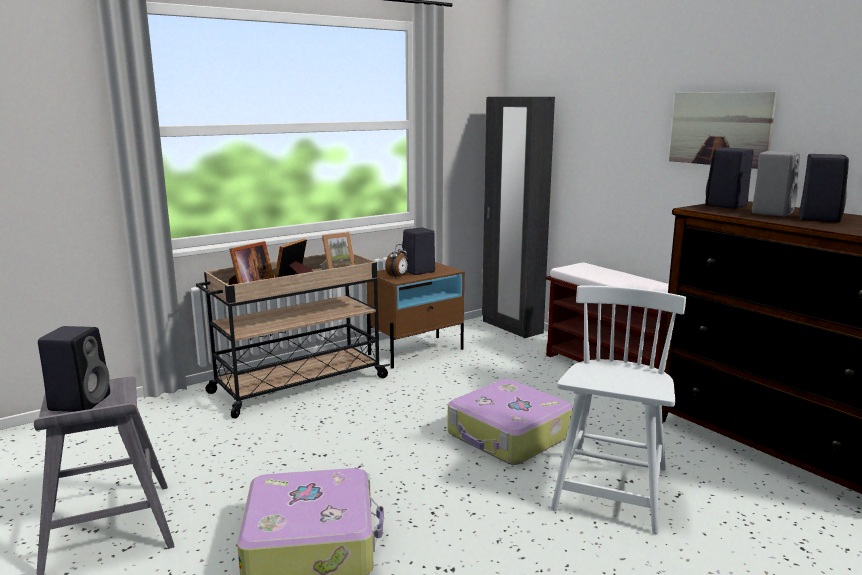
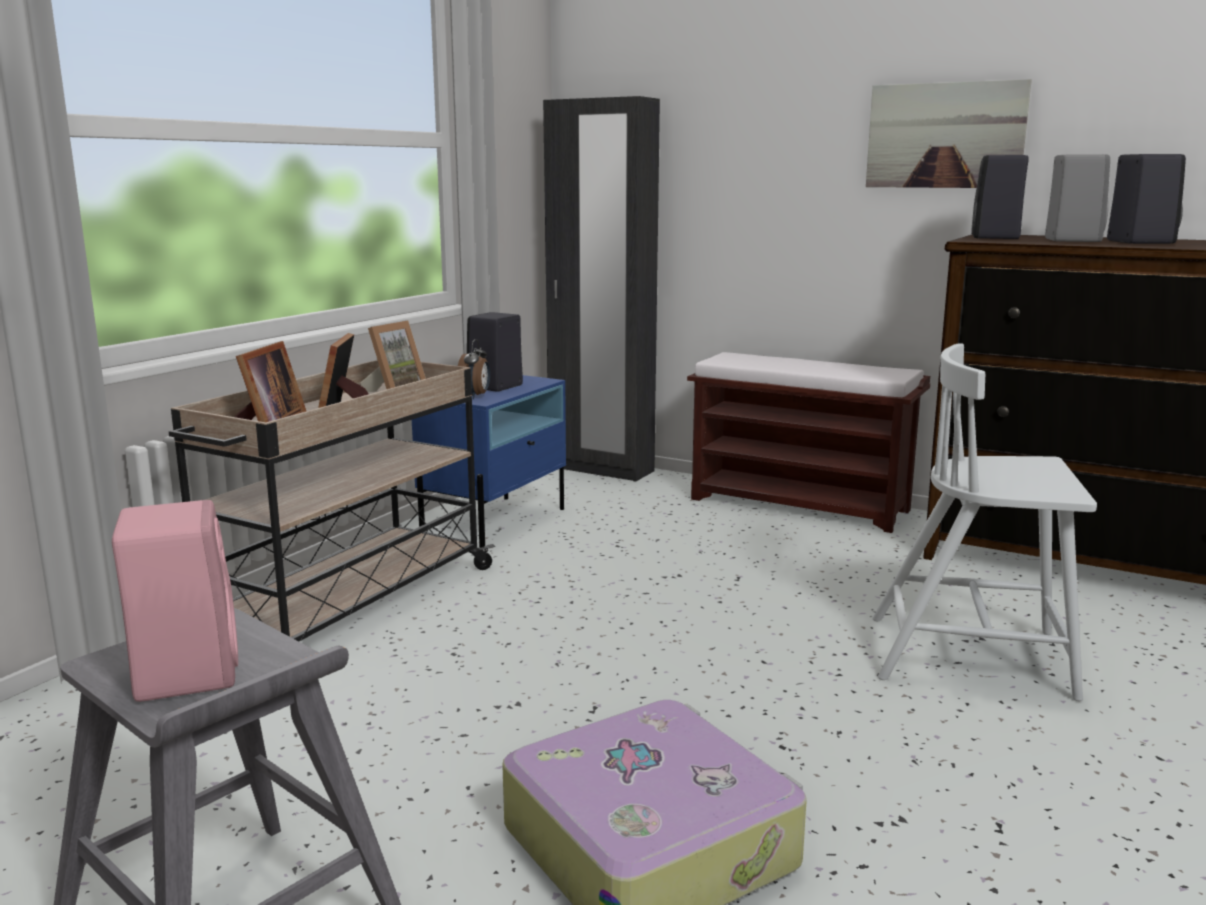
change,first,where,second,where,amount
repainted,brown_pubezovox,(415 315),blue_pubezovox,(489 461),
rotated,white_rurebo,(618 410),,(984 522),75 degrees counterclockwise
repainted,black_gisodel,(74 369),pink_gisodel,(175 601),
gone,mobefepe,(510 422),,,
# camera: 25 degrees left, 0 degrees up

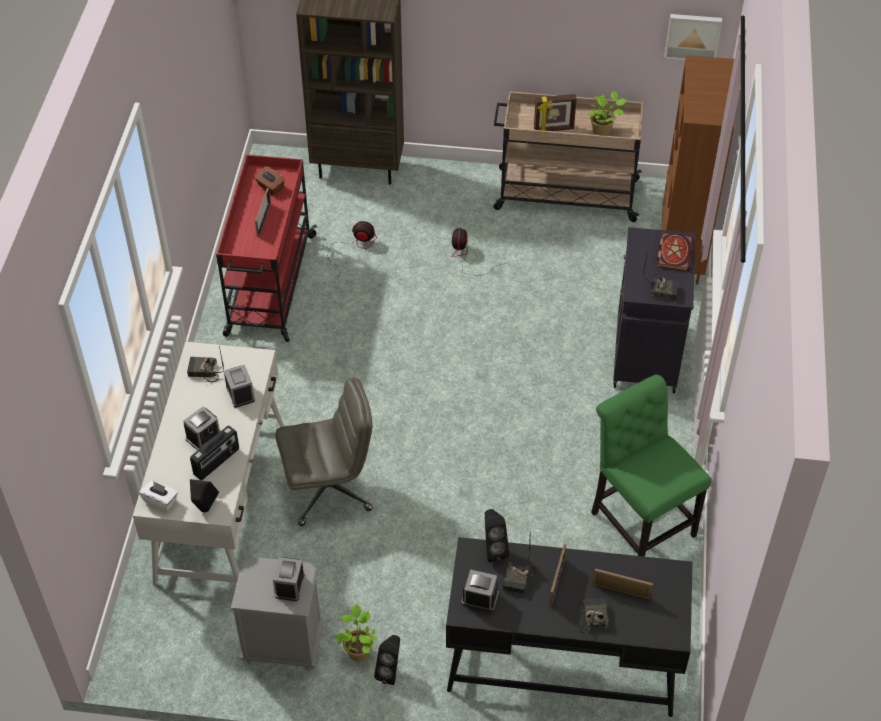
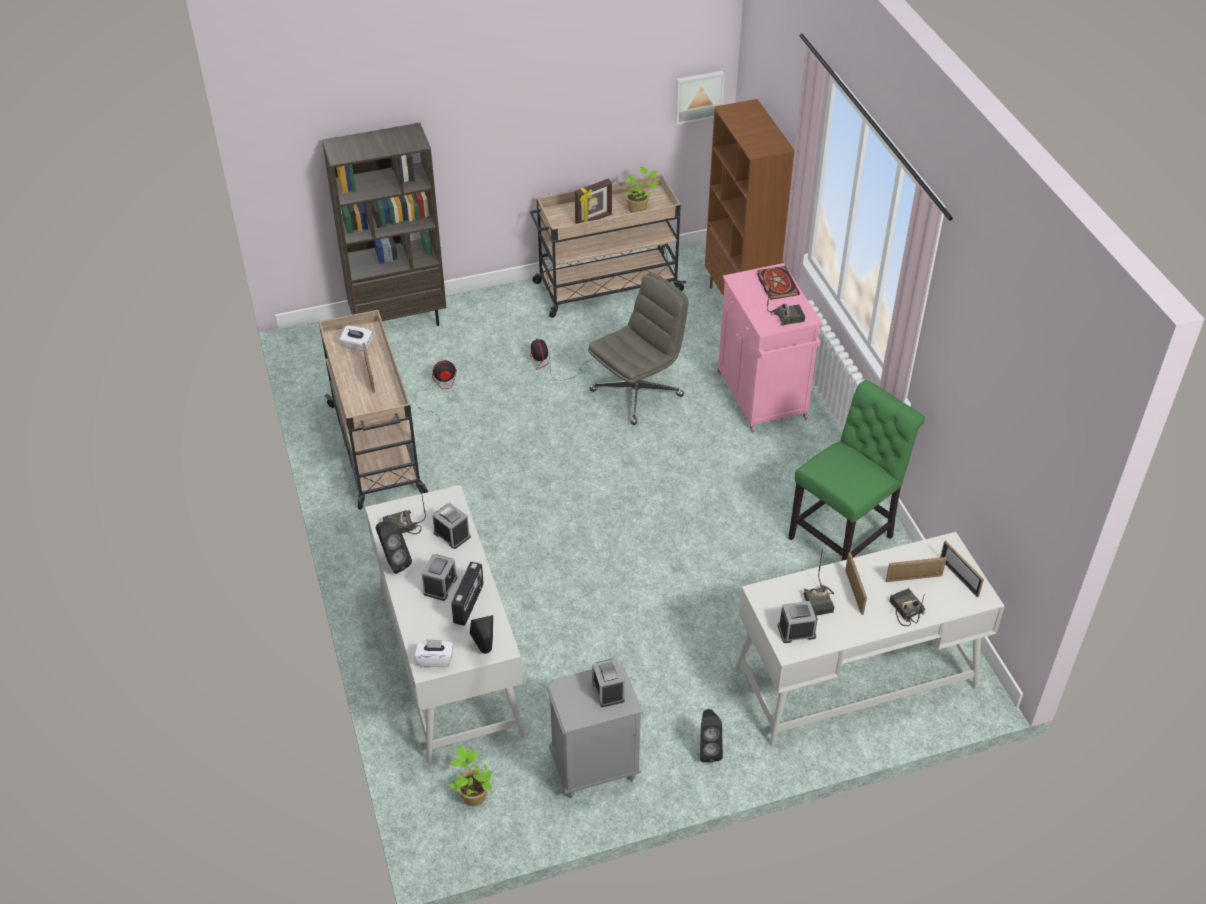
change,first,where,second,where,amount
repainted,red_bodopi,(266 248),beige_bodopi,(373 410),
repainted,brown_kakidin,(269 180),white_kakidin,(356 338),
repainted,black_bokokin,(654 310),pink_bokokin,(770 348),
rotated,green_rurebo,(651 466),,(856 470),105 degrees clockwise
shifted,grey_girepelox,(324 452),,(638 349),
shifted,black_gisodel,(497 535),,(394 548),
repainted,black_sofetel,(569 627),white_sofetel,(870 639),
shifted,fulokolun,(355 633),,(471 775),
new,,,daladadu,(962 569),
# camera: 25 degrees left, 5 degrees down

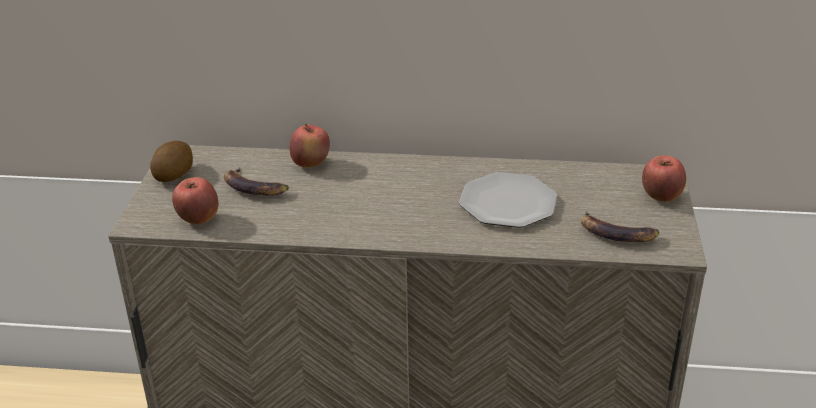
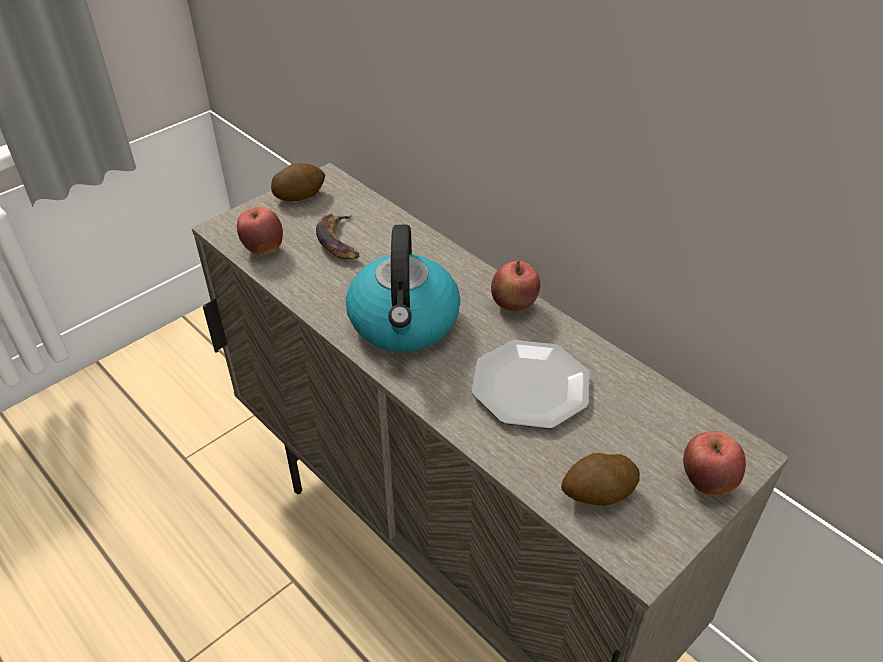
change,first,where,second,where,amount
shifted,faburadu,(309 146),,(515 286),
swapped,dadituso,(620 226),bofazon,(600 479),
new,,,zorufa,(403 288),
# camera: 40 degrees right, 10 degrees up

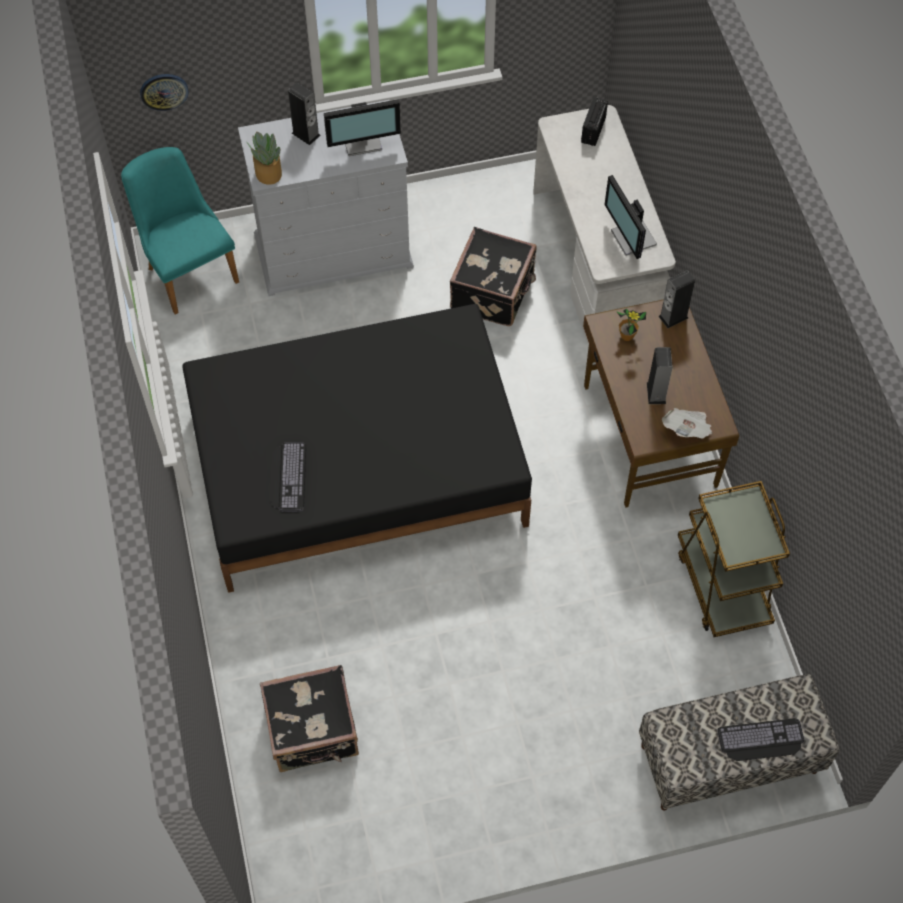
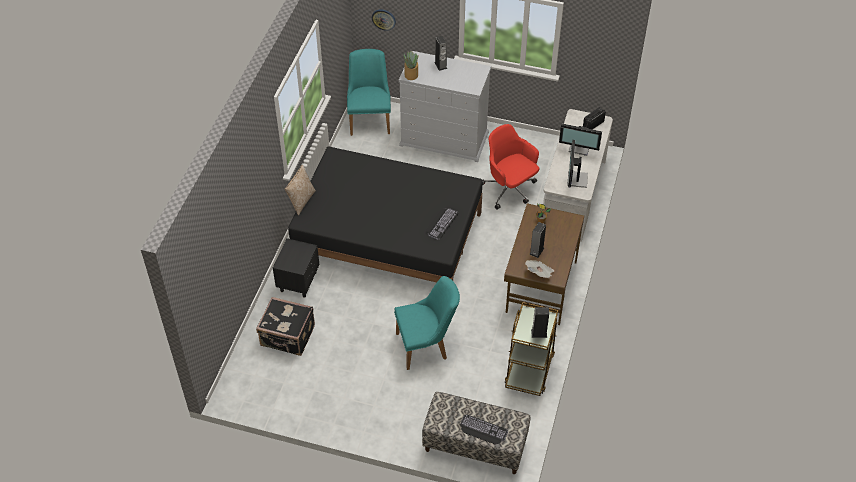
change,first,where,second,where,amount
shifted,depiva,(362 127),,(580 140),
swapped,black_mobefepe,(493 276),red_girepelox,(511 167),
shifted,gisodel,(676 299),,(540 322),
shifted,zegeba,(288 477),,(442 224),
new,,,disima,(300 190),
new,,,black_pubezovox,(296 268),
new,,,turquoise_rurebo,(427 323),
# camera: 30 degrees right, 10 degrees down

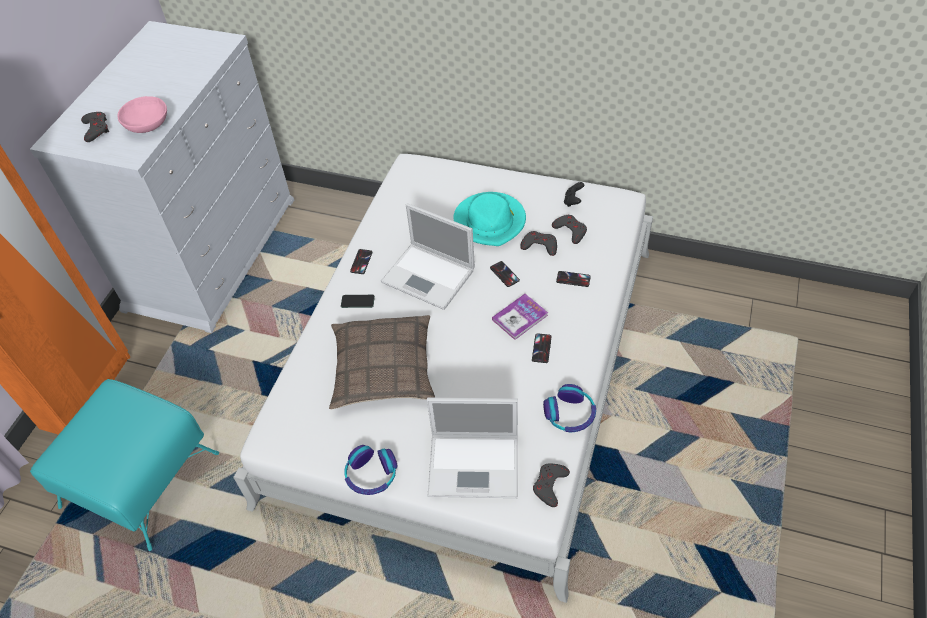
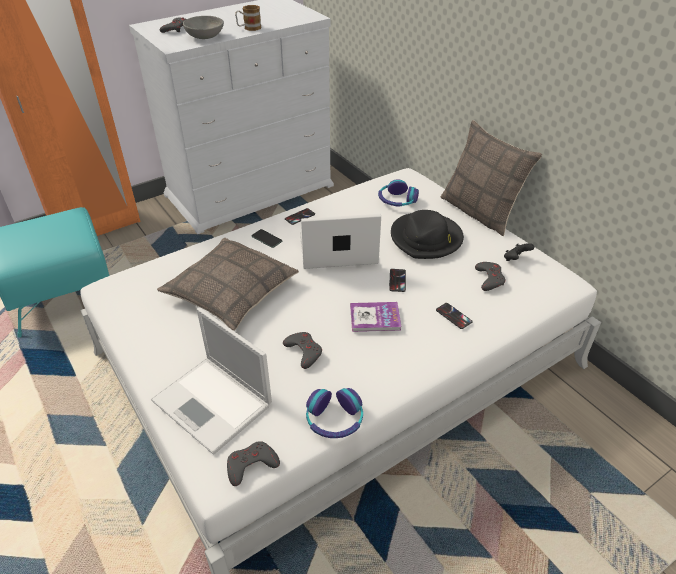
change,first,where,second,where,amount
repainted,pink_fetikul,(142 114),grey_fetikul,(203 27),
repainted,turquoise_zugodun,(490 219),black_zugodun,(427 234),
rotated,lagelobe,(428 256),,(340 241),105 degrees clockwise
shifted,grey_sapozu,(538 243),,(302 350),
gone,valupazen,(542 348),,,
shifted,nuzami,(371 470),,(398 193),
new,,,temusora,(248 18),
new,,,disima,(491 178),
# camera: 35 degrees right, 10 degrees down

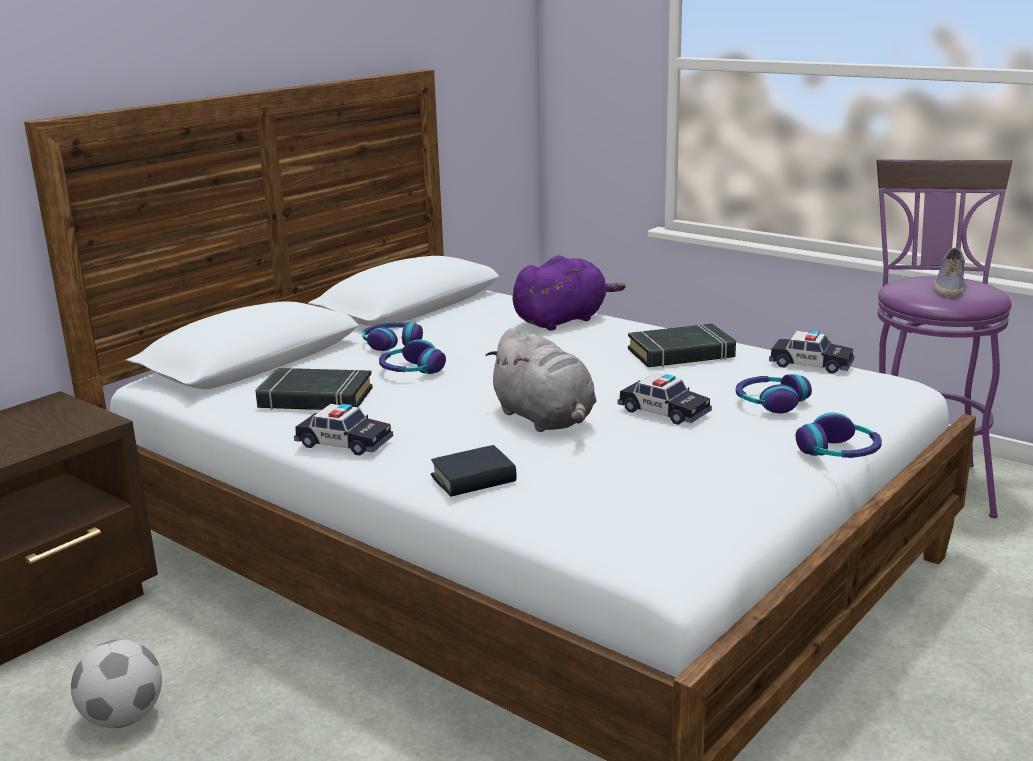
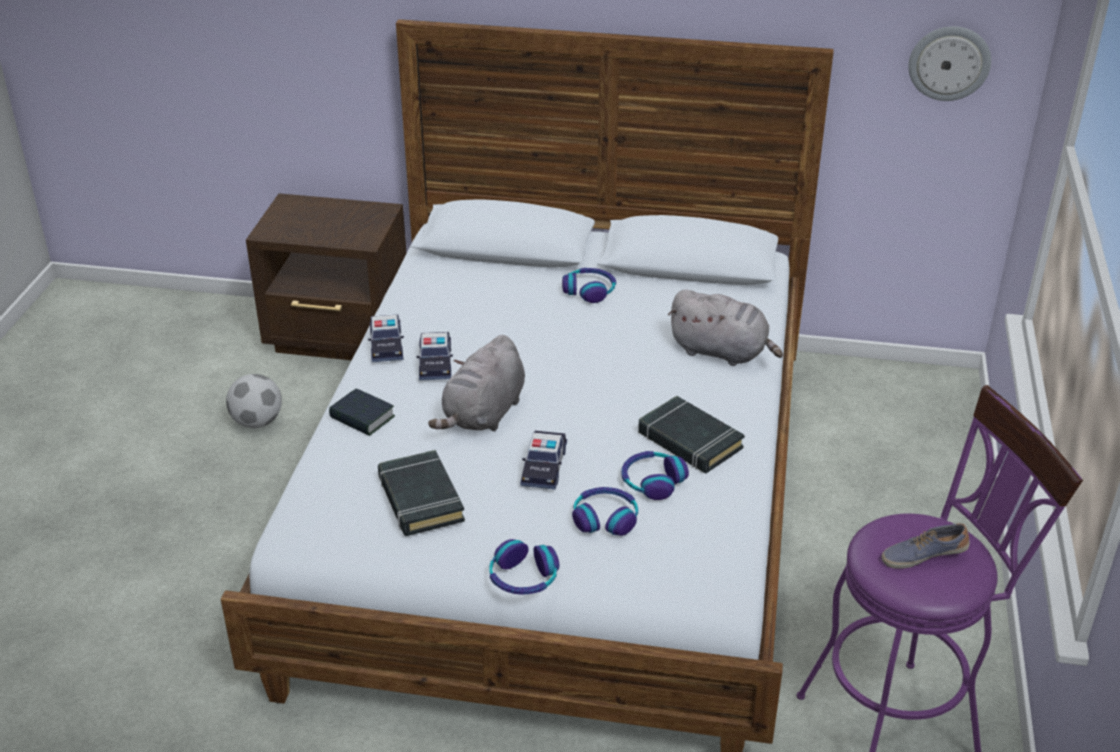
change,first,where,second,where,amount
repainted,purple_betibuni,(569 293),grey_betibuni,(725 327),
shifted,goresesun,(811 352),,(435 356),
shifted,nuzami,(412 356),,(655 475),
shifted,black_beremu,(314 389),,(421 493),
new,,,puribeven,(949 63),
# camera: 60 degrees right, 15 degrees up

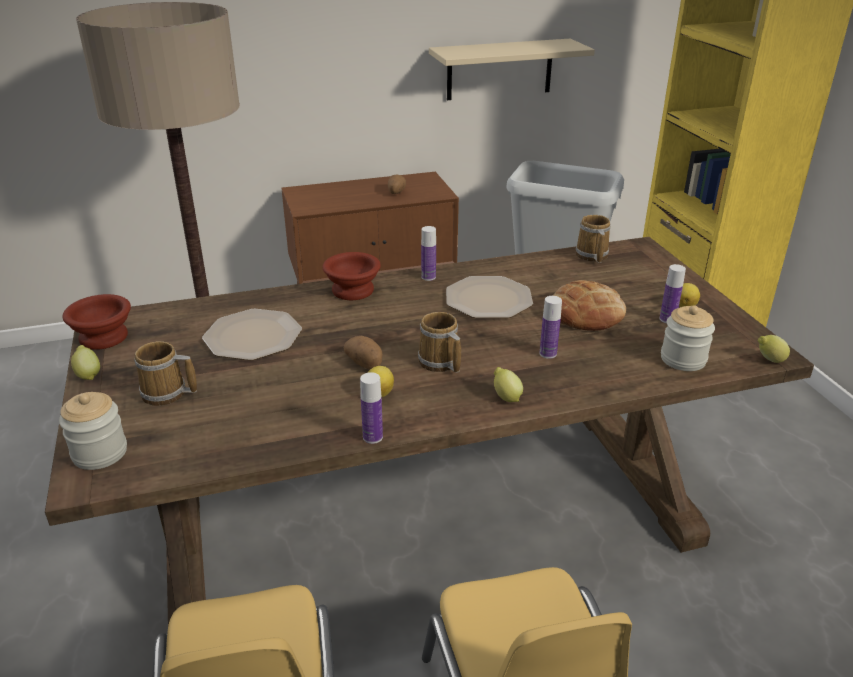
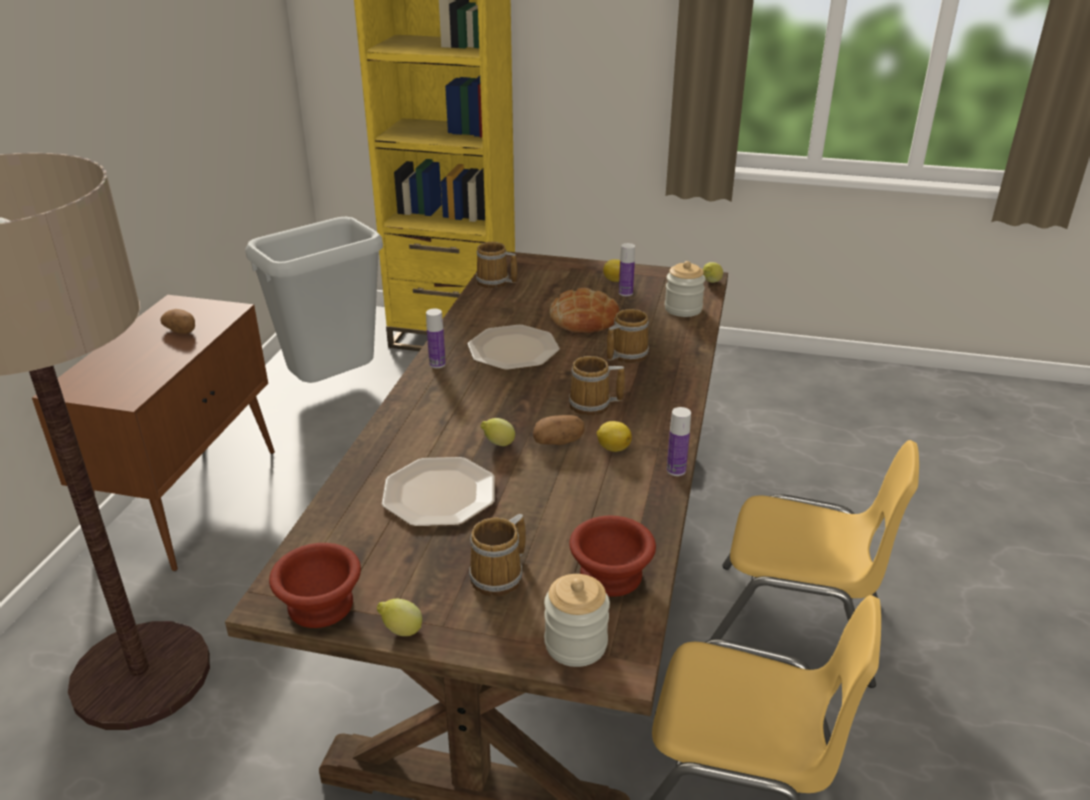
change,first,where,second,where,amount
gone,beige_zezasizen,(512 69),,,
shifted,brown_fetikul,(352 276),,(612 556),
swapped,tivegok,(551 327),temusora,(628 336),
shifted,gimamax,(508 384),,(498 432),
# camera: 60 degrees left, 0 degrees up

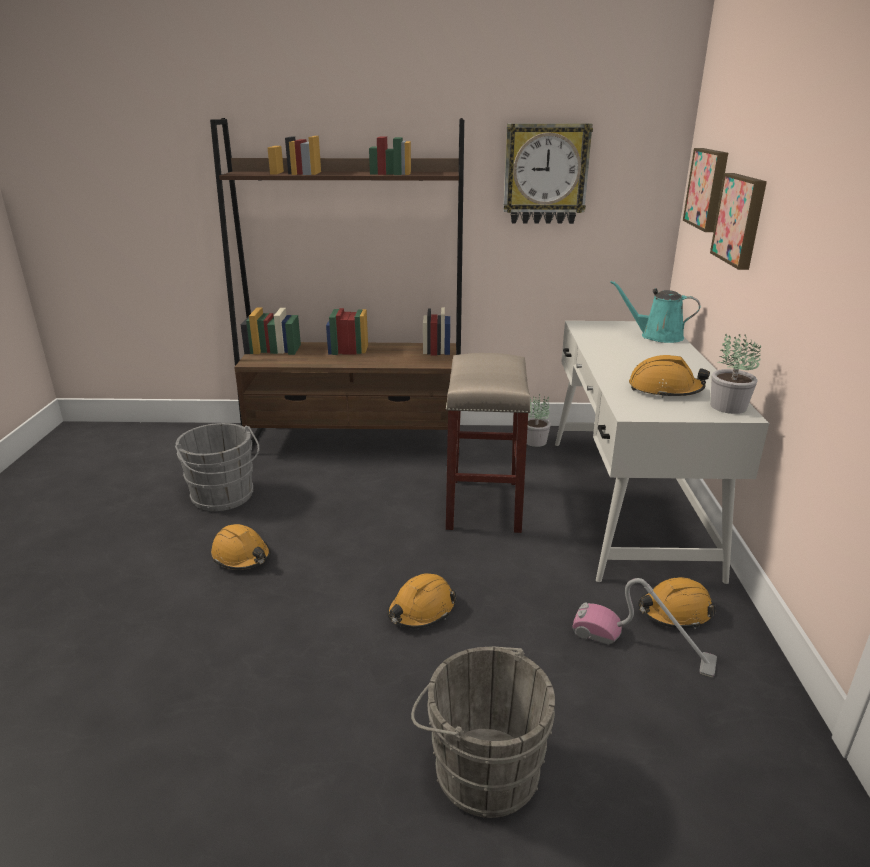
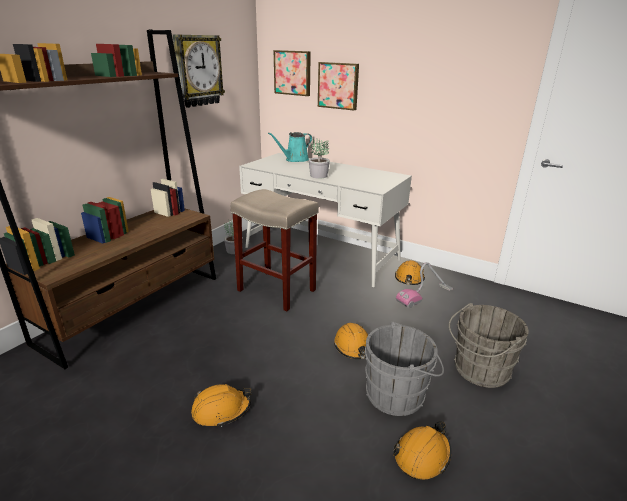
change,first,where,second,where,amount
shifted,fulokolun,(735 374),,(319 159),
shifted,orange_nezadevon,(669 376),,(422 450),
shifted,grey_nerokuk,(217 467),,(404 368),
# camera: 60 degrees left, 0 degrees up

